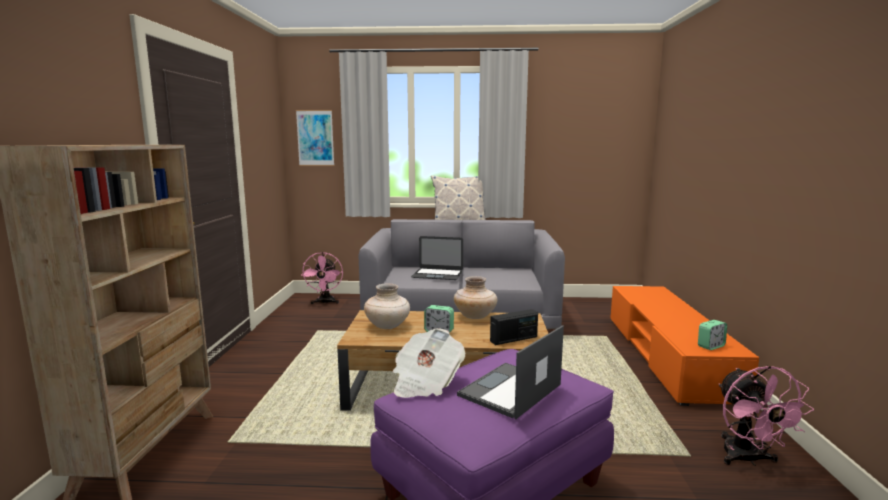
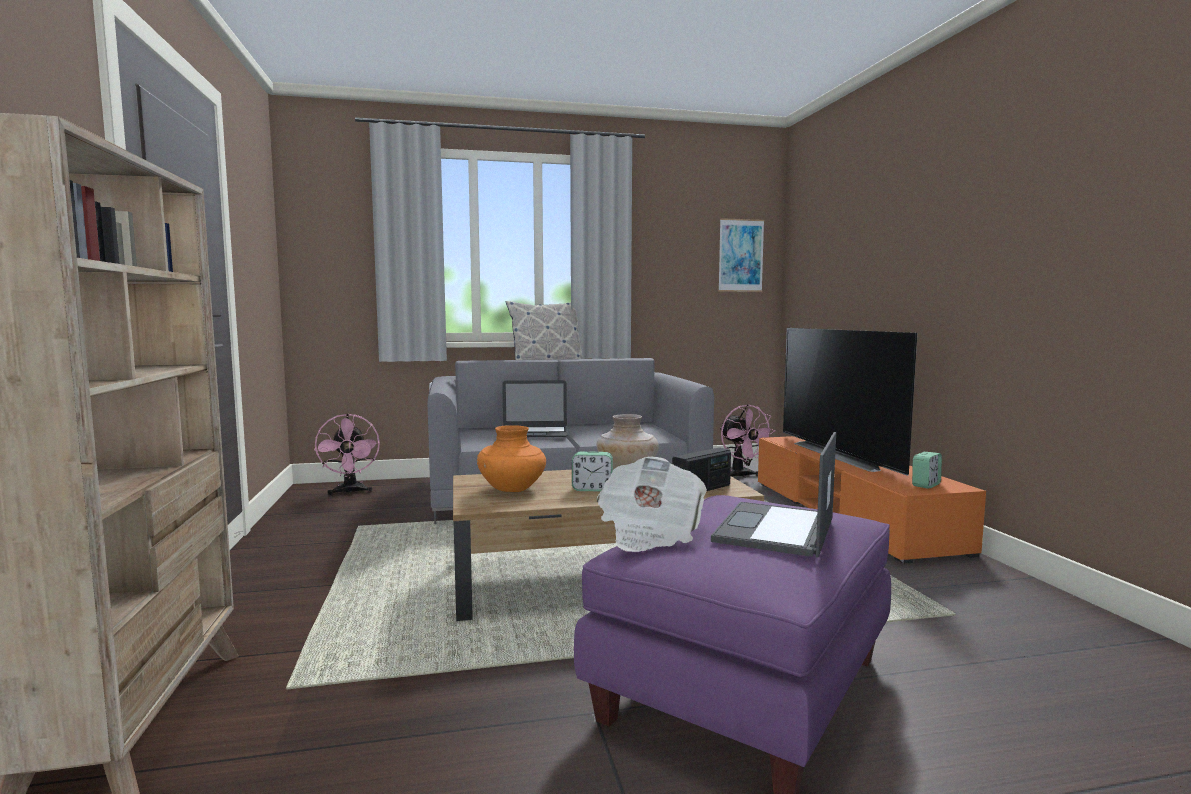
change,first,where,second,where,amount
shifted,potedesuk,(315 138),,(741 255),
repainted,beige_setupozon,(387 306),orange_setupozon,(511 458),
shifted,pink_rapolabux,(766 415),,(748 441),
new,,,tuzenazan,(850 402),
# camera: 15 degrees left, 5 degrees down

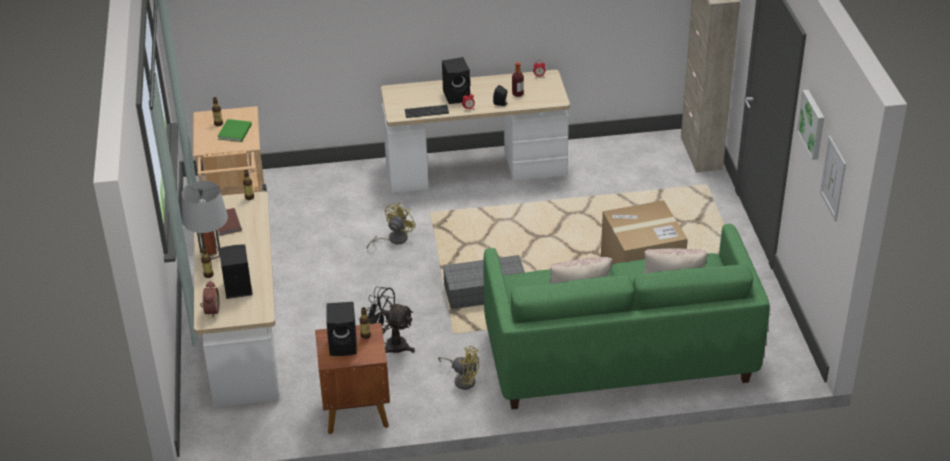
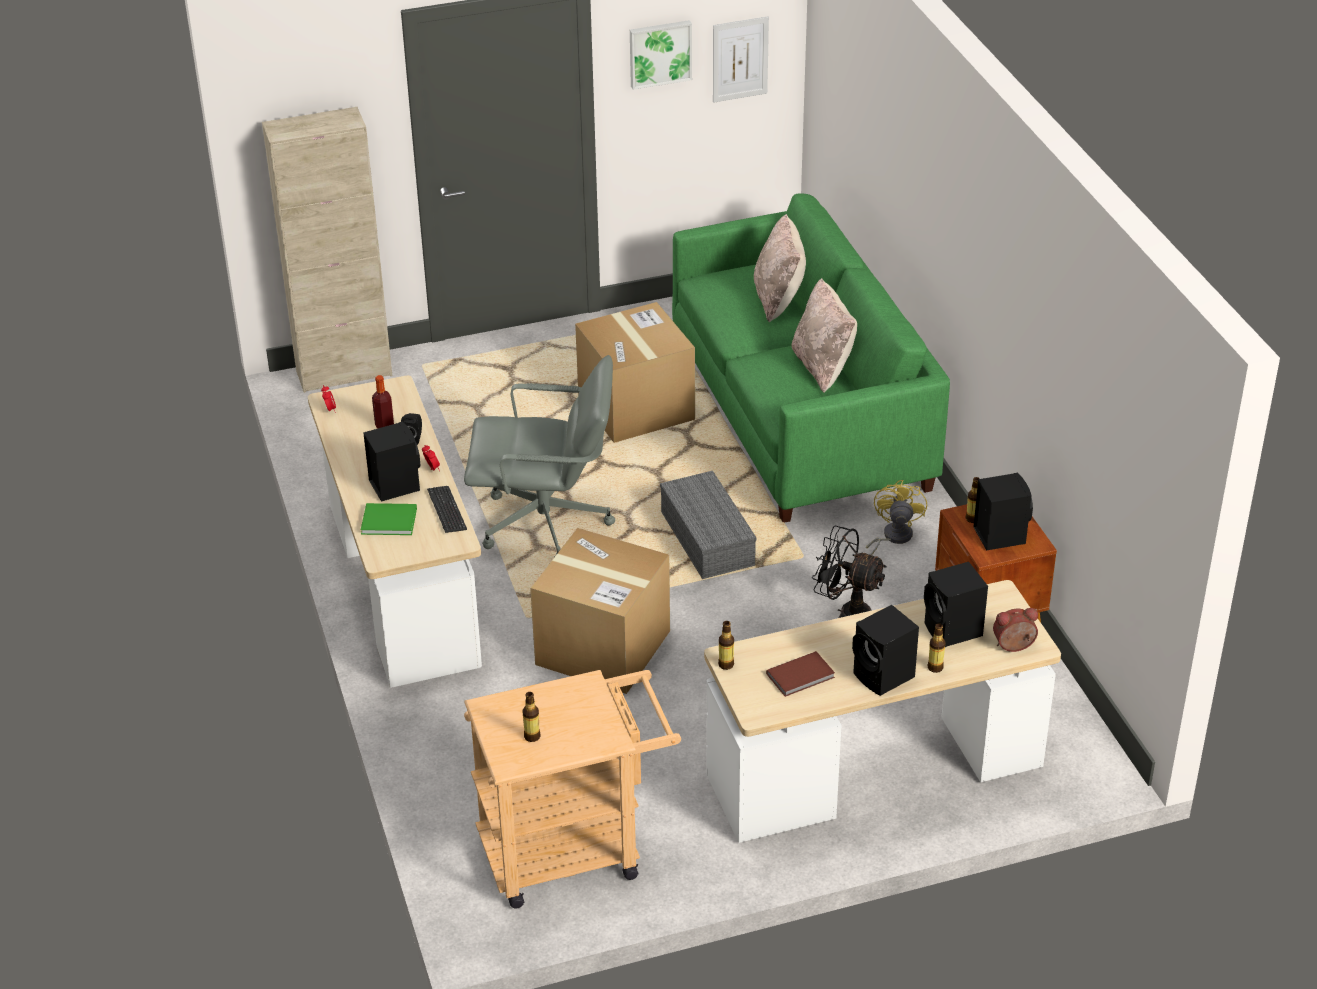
change,first,where,second,where,amount
shifted,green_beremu,(234 130),,(389 519),
swapped,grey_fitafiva,(204 220),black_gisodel,(885 650),
swapped,yellow_rapolabux,(391 225),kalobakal,(600 611),
rotated,black_rapolabux,(390 320),,(849 571),105 degrees clockwise
new,,,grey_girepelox,(539 456),
# camera: 100 degrees left, 0 degrees up

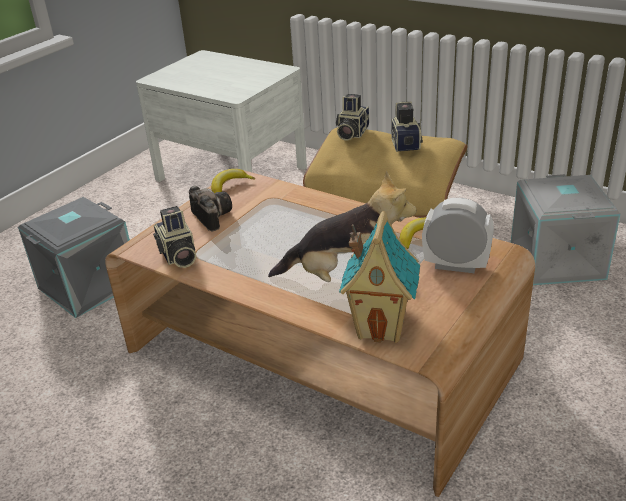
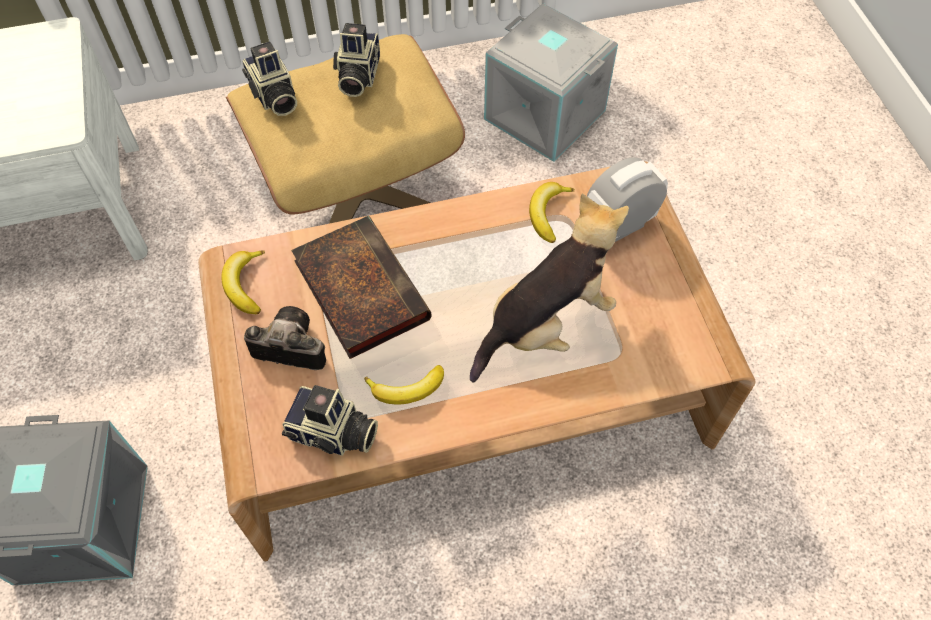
change,first,where,second,where,amount
rotated,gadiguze,(407 126),,(356 60),120 degrees counterclockwise
gone,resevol,(379 277),,,
new,,,beremu,(361 287),
new,,,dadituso,(404 385),
# camera: 50 degrees left, 25 degrees up

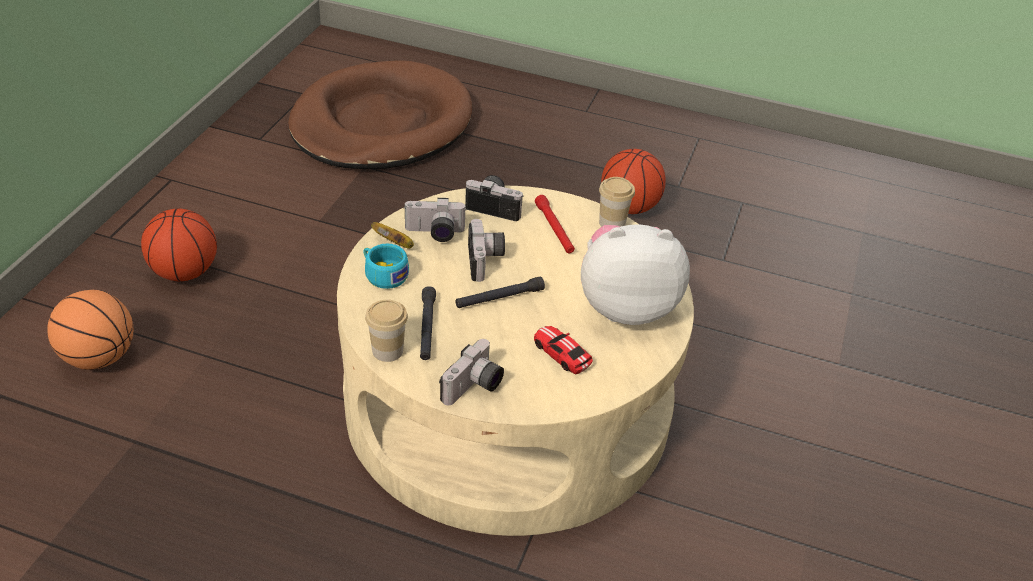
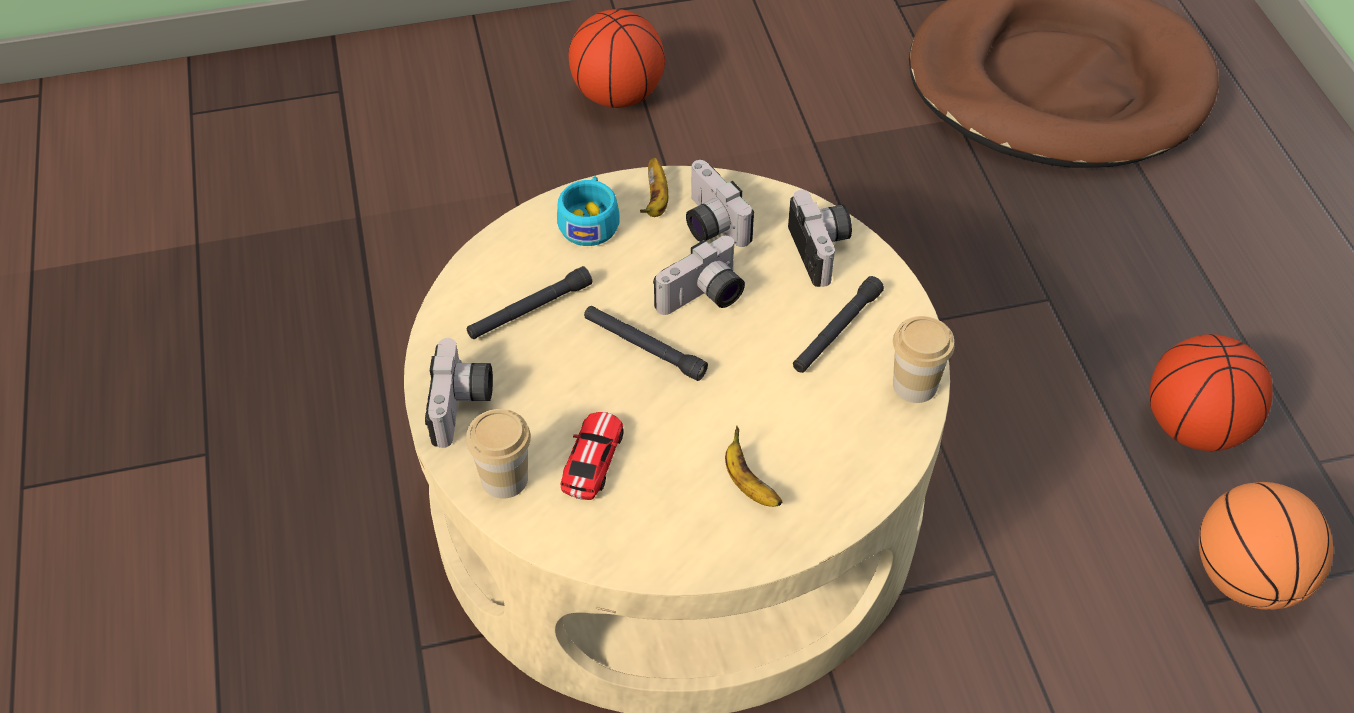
change,first,where,second,where,amount
repainted,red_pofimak,(555 224),black_pofimak,(838 324),
swapped,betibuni,(635 274),dadituso,(753 466),
shifted,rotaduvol,(90 330),,(1266 546),
shifted,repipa,(386 331),,(498 454),
rotated,gadiguze,(471 372),,(459 393),90 degrees counterclockwise
# camera: 60 degrees right, 10 degrees up

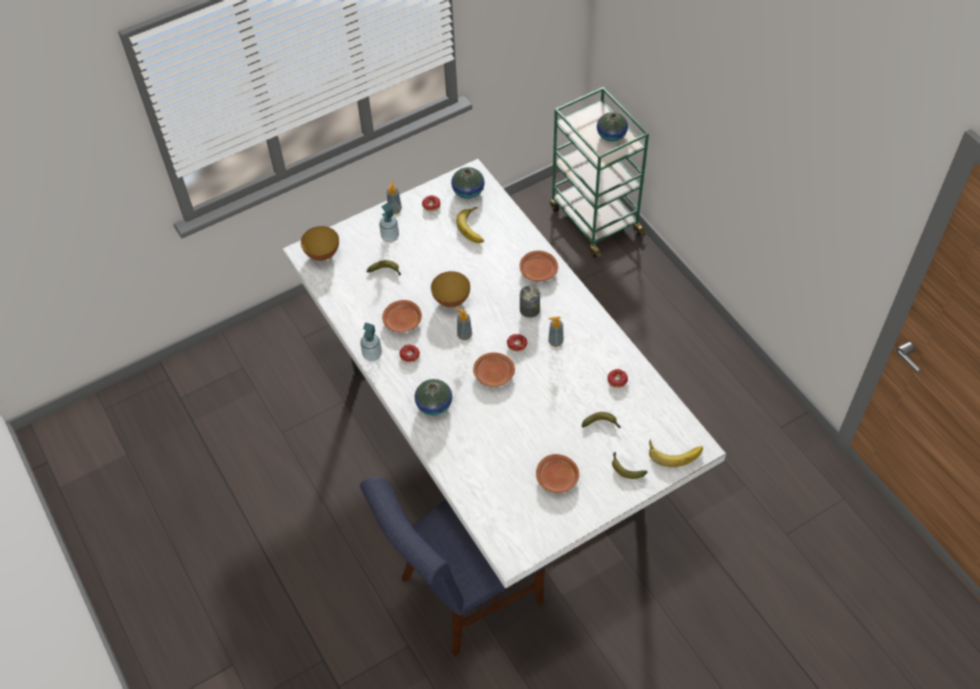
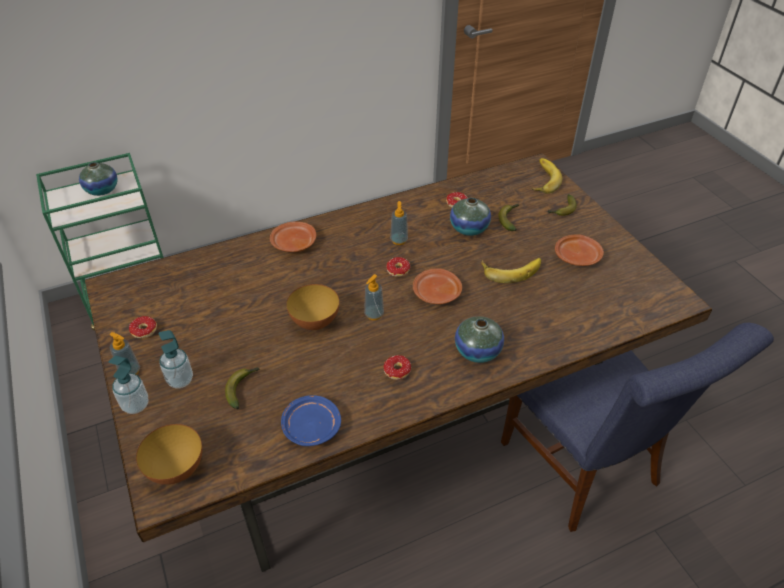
change,first,where,second,where,amount
repainted,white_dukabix,(504 373),brown_dukabix,(398 362),
shifted,setupozon,(468 183),,(470 217),
shifted,dadituso,(470 225),,(511 270),
gone,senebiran,(530 301),,,
gone,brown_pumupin,(402 316),,,
shifted,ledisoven,(371 342),,(128 385),
new,,,blue_pumupin,(311 420),
# camera: 85 degrees left, 10 degrees down

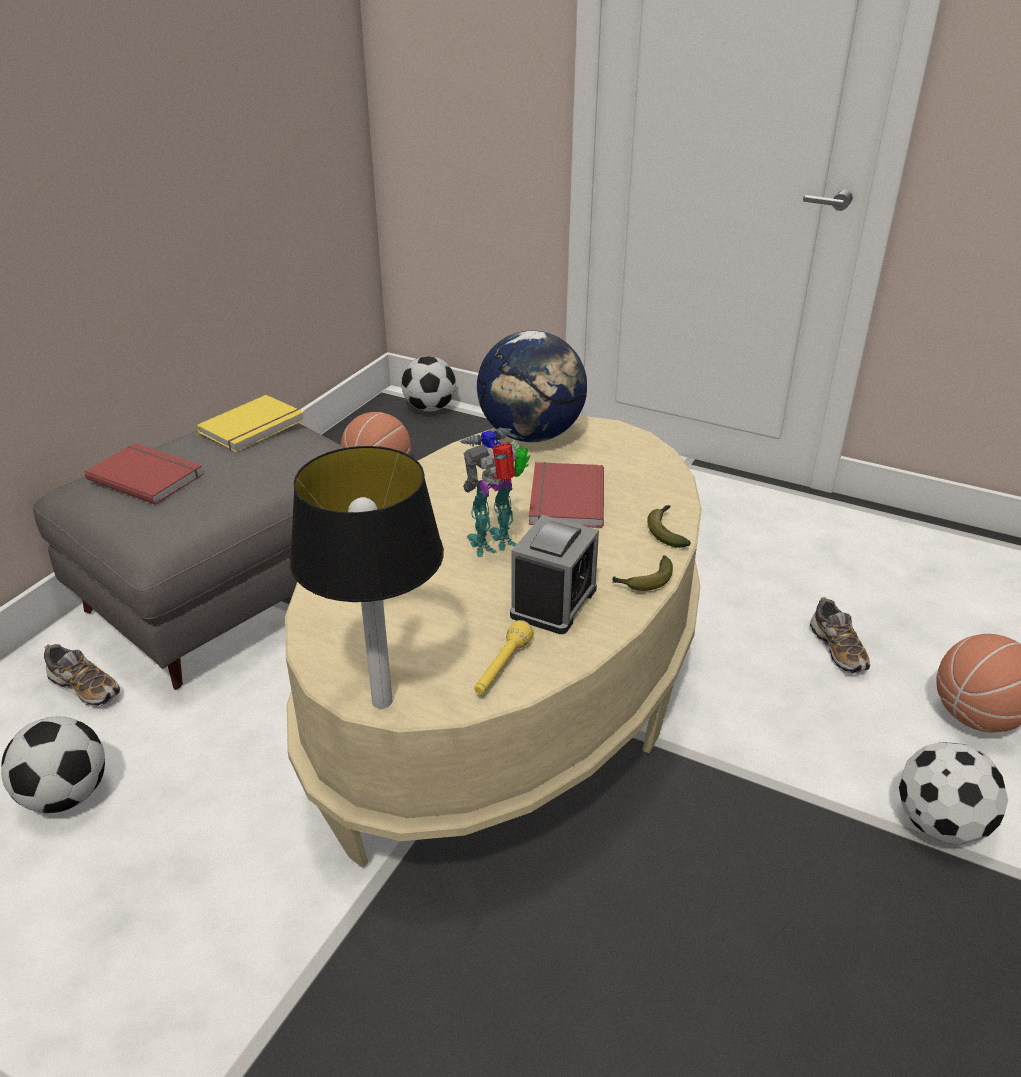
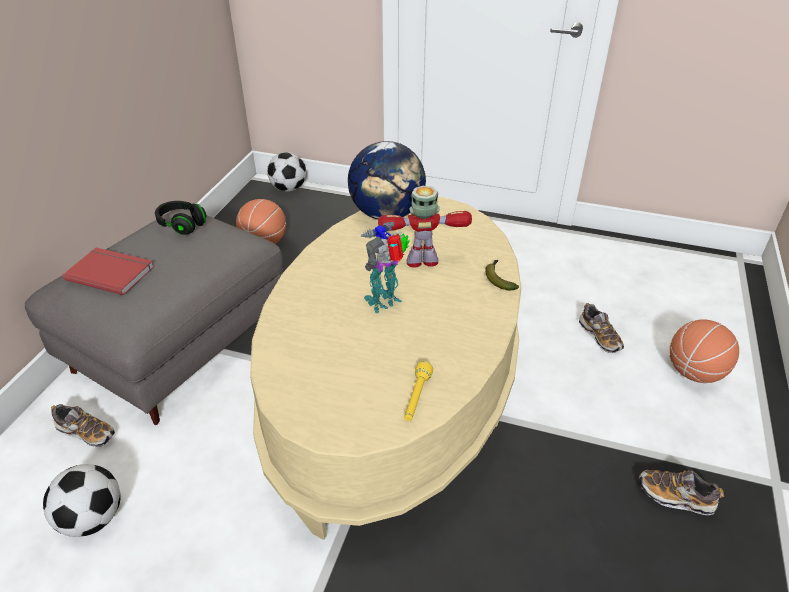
change,first,where,second,where,amount
swapped,yellow_beremu,(251 423),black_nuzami,(181 218),
gone,fitafiva,(367 577),,,
swapped,red_beremu,(566 495),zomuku,(425 227),
gone,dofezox,(554 574),,,
gone,dadituso,(642 573),,,
gone,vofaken,(953 793),,,
new,,,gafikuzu,(681 492),
# camera: 10 degrees left, 5 degrees up

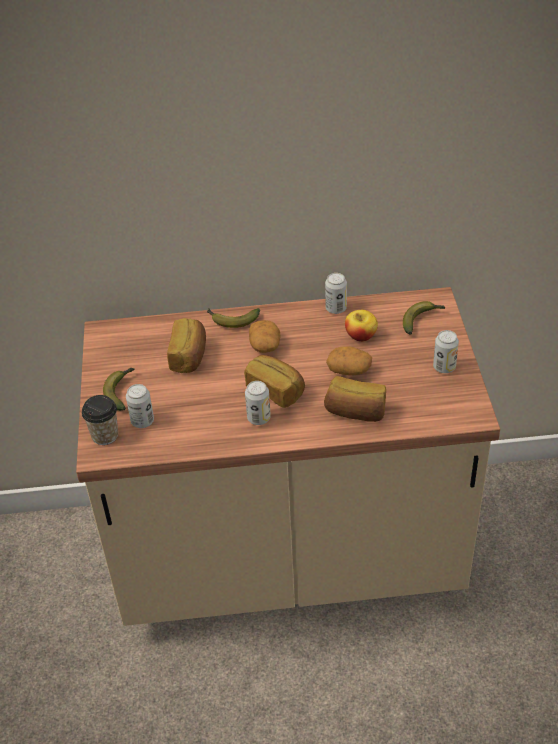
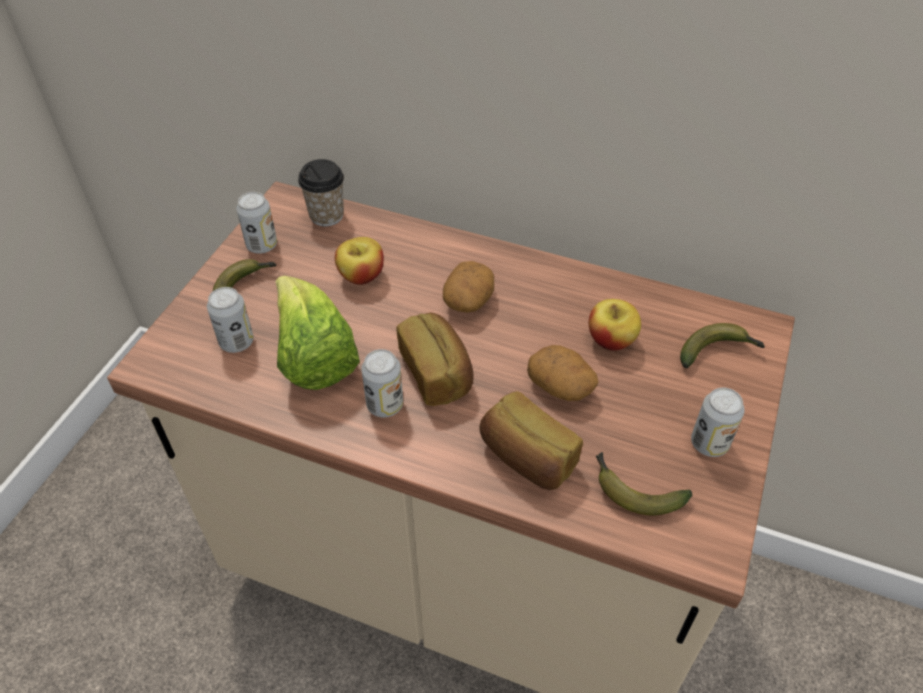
change,first,where,second,where,amount
shifted,senebiran,(336 293),,(256 222),
shifted,dadituso,(233 318),,(644 483),
swapped,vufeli,(186 345),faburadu,(359 261),
shifted,repipa,(100 420),,(321 192),
new,,,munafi,(317 332),
# camera: 25 degrees right, 5 degrees up

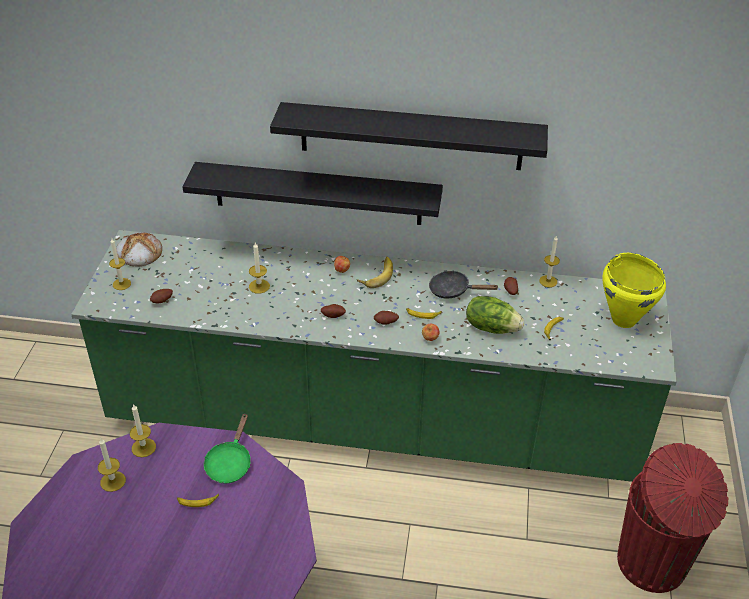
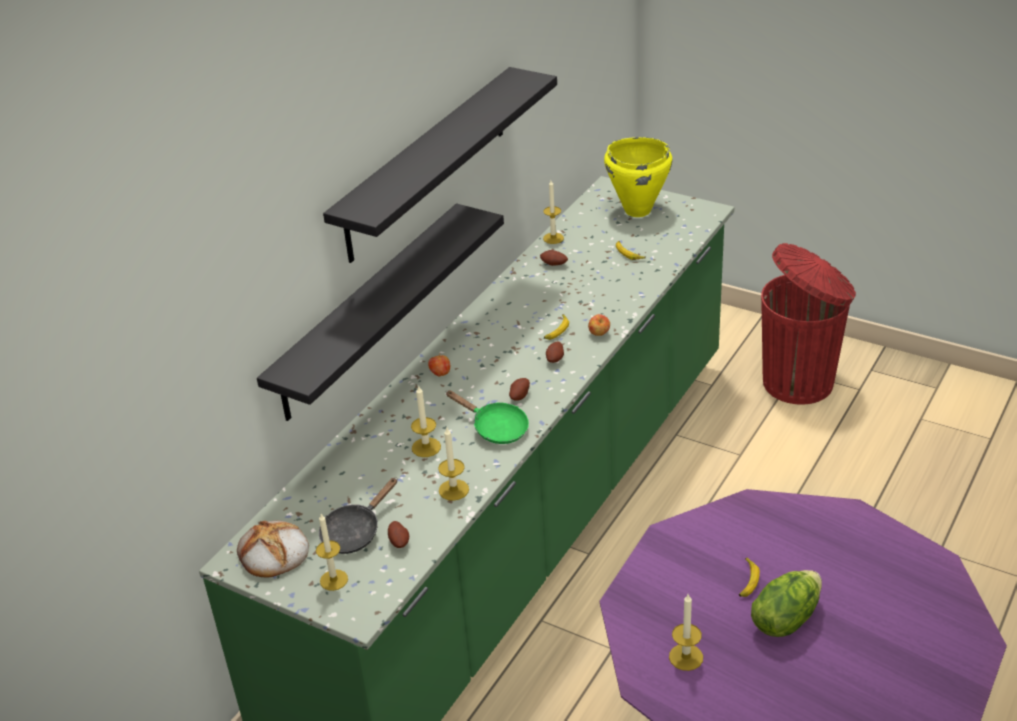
change,first,where,second,where,amount
gone,dadituso,(375 272),,,
shifted,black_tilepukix,(464 285),,(358 515),
shifted,munafi,(495 315),,(786 603),
shifted,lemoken,(143 430),,(453 464),
shifted,green_tilepukix,(227 448),,(487 417),
# camera: 65 degrees left, 5 degrees down

